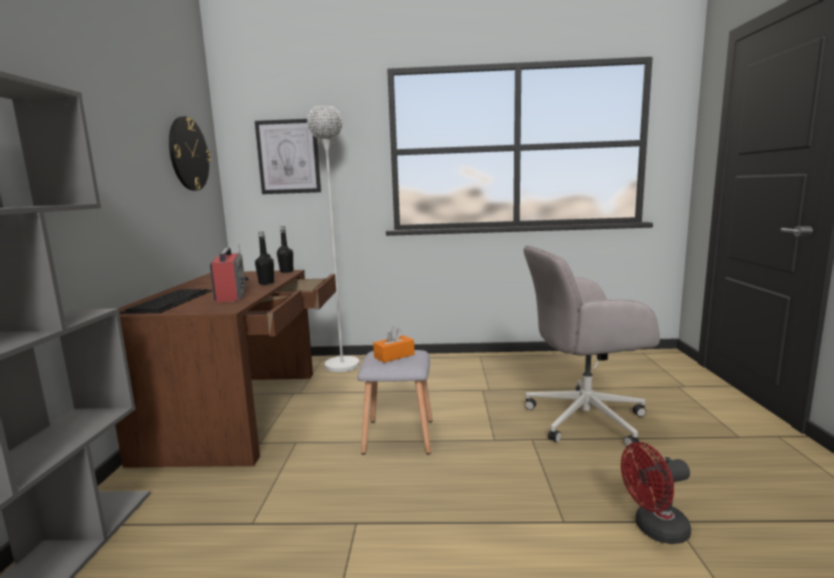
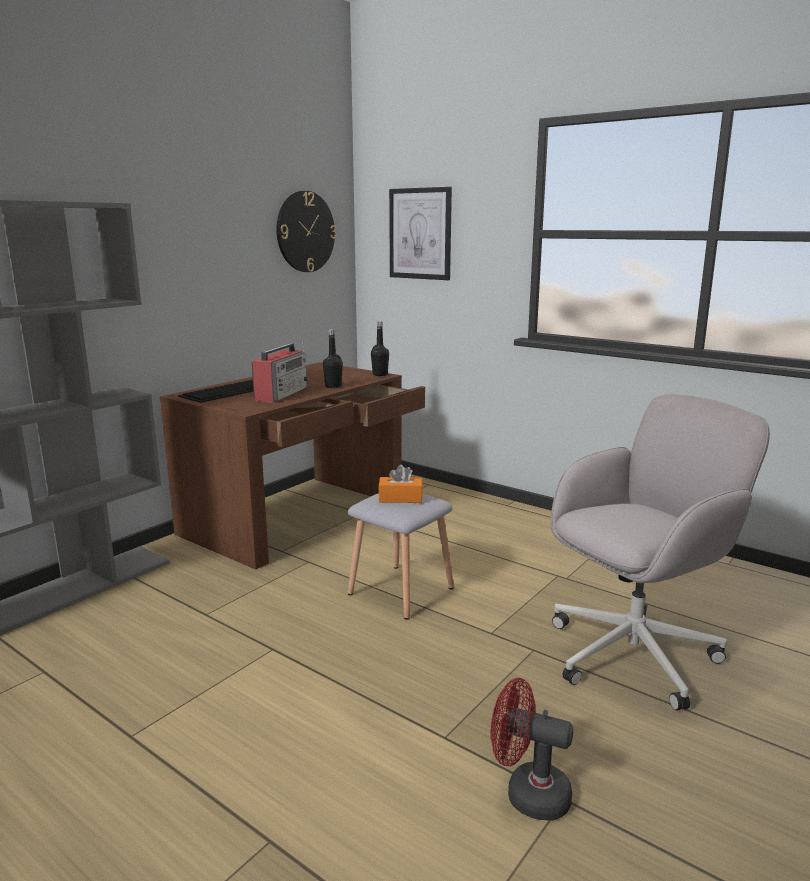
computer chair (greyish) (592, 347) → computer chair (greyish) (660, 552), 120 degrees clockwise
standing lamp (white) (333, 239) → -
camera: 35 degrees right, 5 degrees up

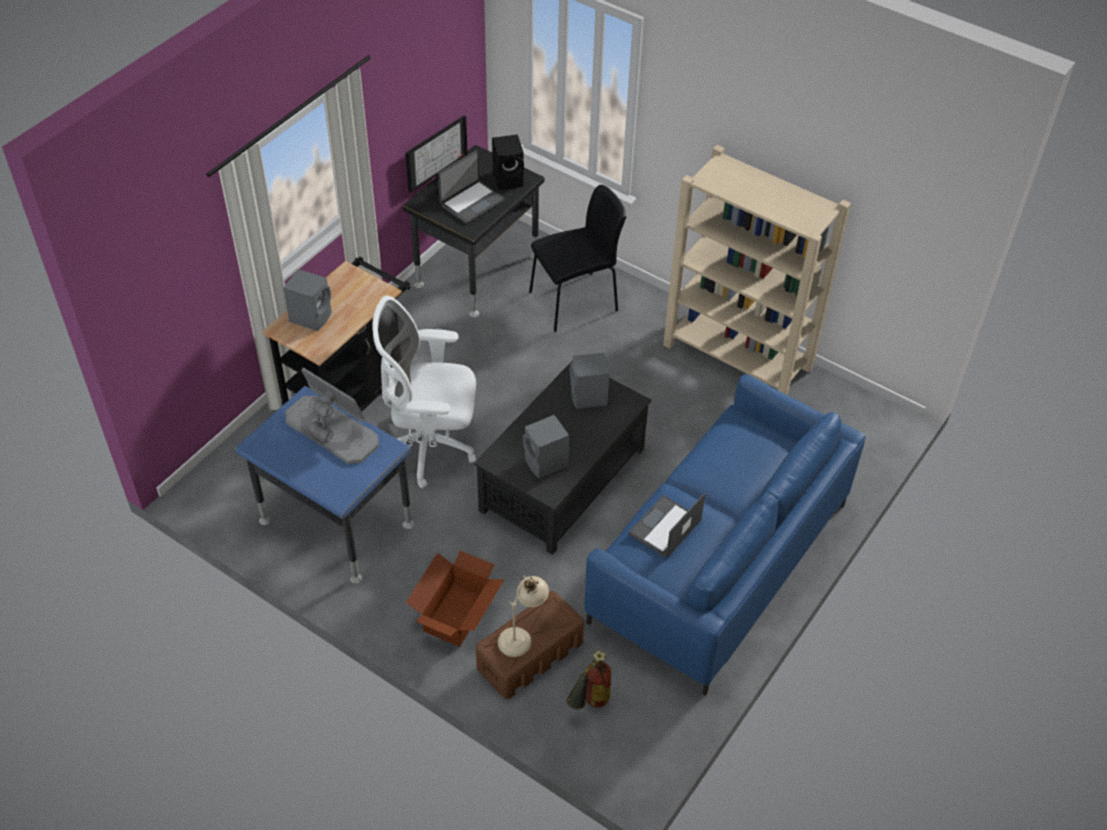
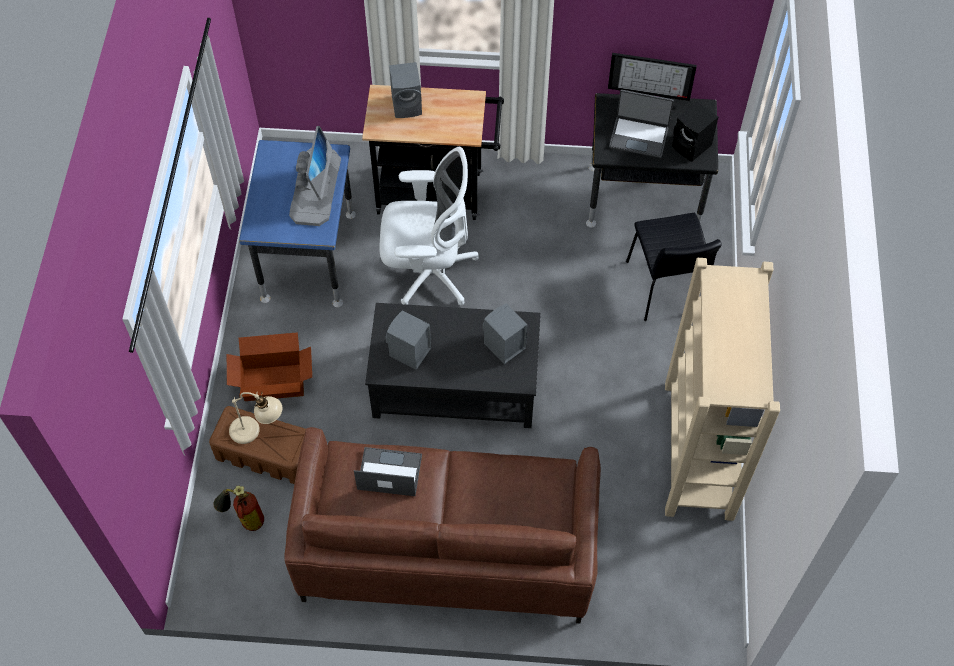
sofa (blue) (725, 535) → sofa (brown) (442, 525)
computer chair (white) (424, 391) → computer chair (white) (429, 226), 120 degrees clockwise
chair (black-coloured) (578, 258) → chair (black-coloured) (674, 267), 45 degrees clockwise
camera: 60 degrees right, 10 degrees up

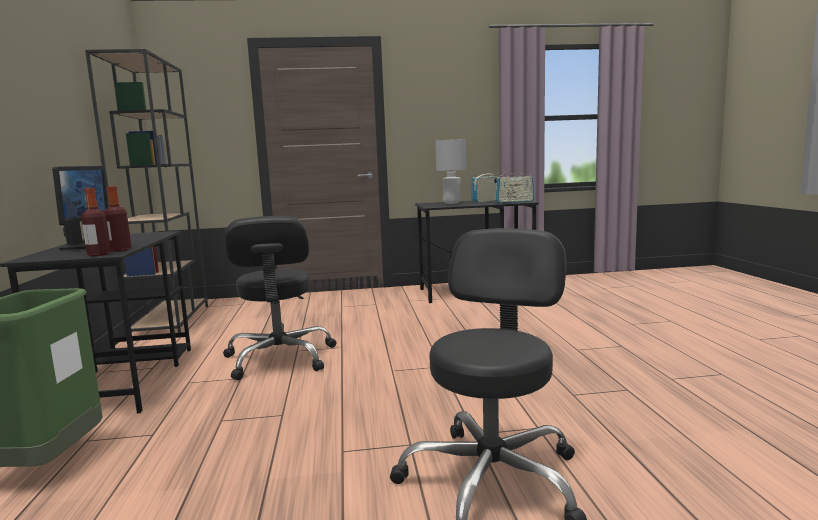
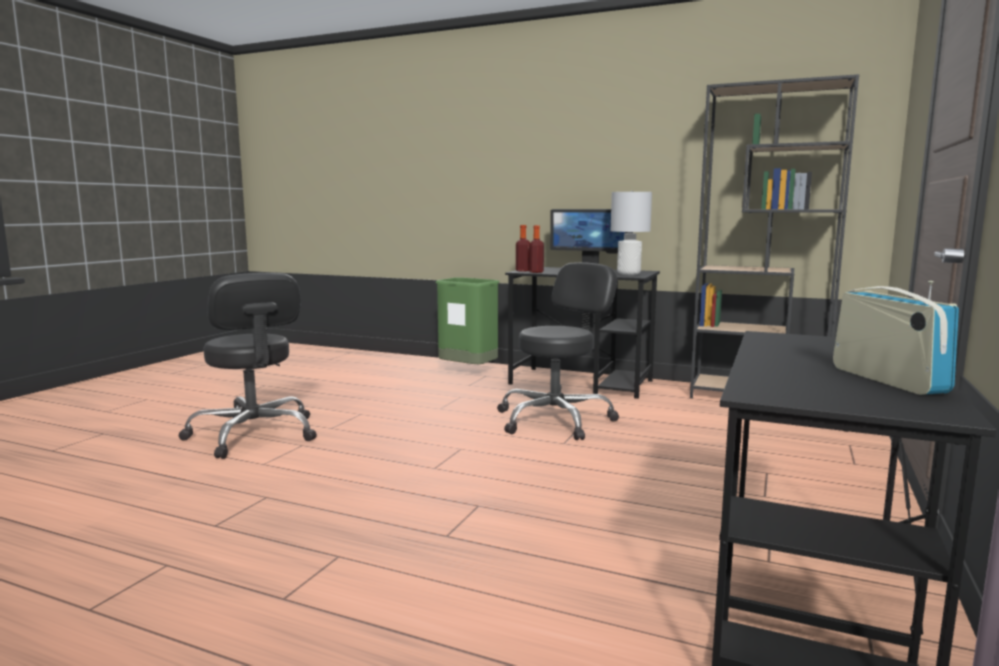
computer chair (black-coloured) (280, 298) → computer chair (black-coloured) (558, 351), 120 degrees clockwise
table lamp (greyish) (450, 171) → table lamp (greyish) (631, 233), moved
radio receiver (515, 188) → -
camera: 120 degrees right, 0 degrees up

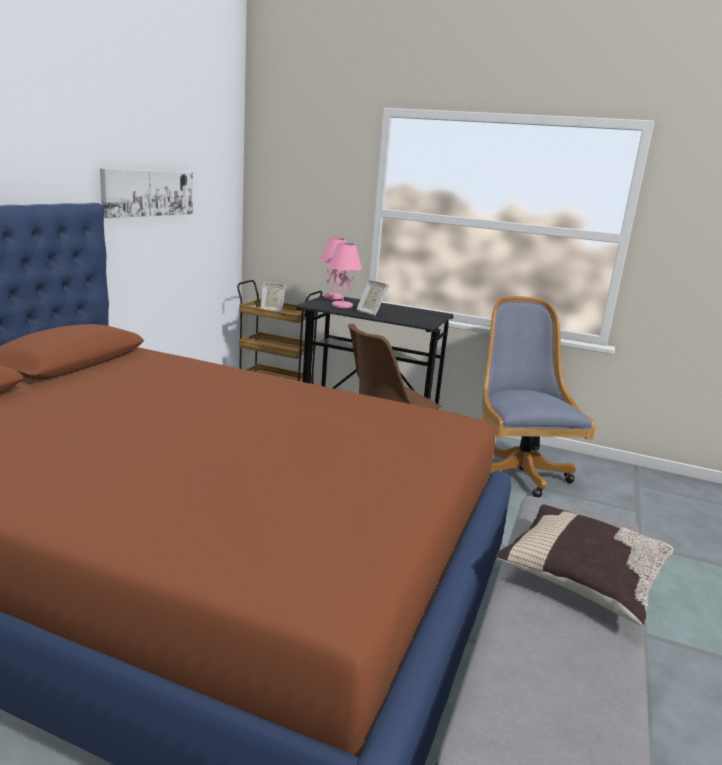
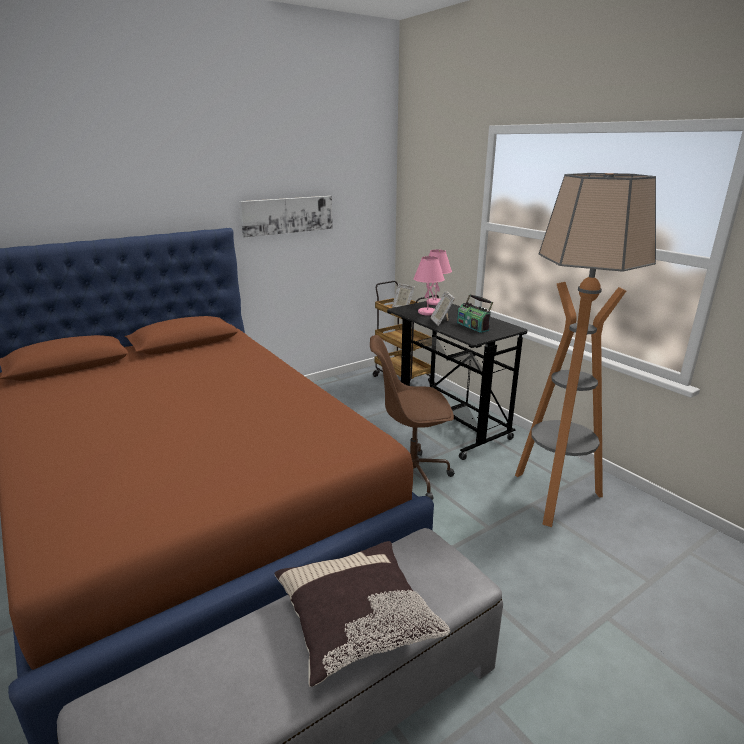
- → radio receiver (475, 313)
computer chair (blue) (538, 397) → standing lamp (585, 350)
camera: 35 degrees right, 5 degrees up

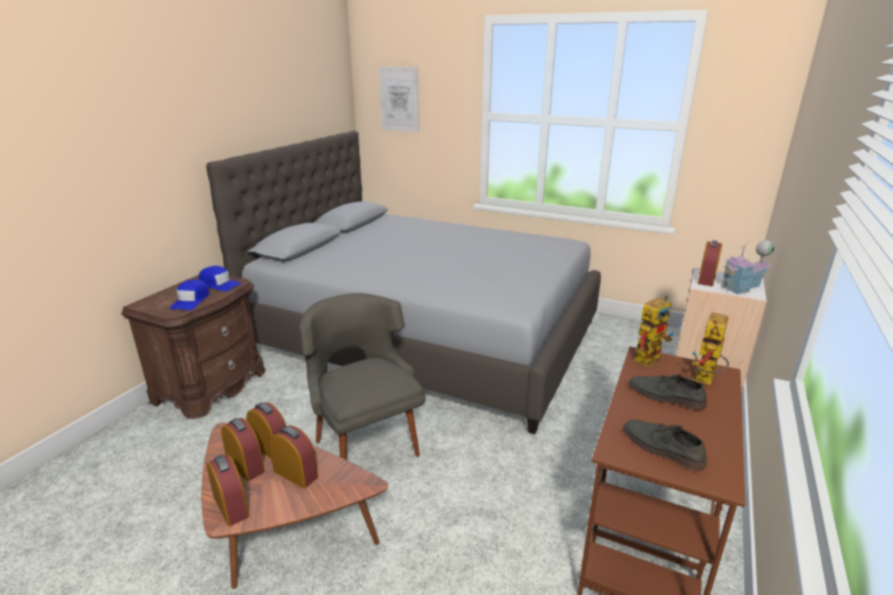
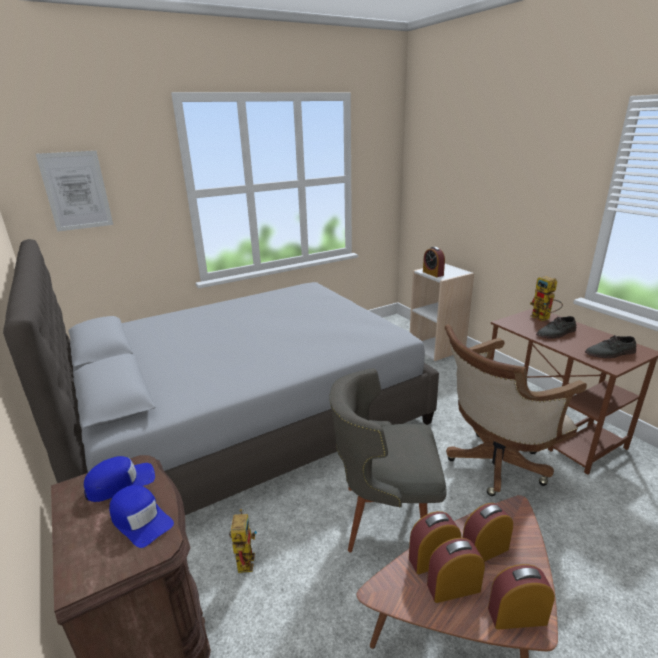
robot figure (654, 331) → robot figure (243, 541), moved
- → computer chair (516, 410)
model house (747, 267) → -
camera: 55 degrees left, 0 degrees up

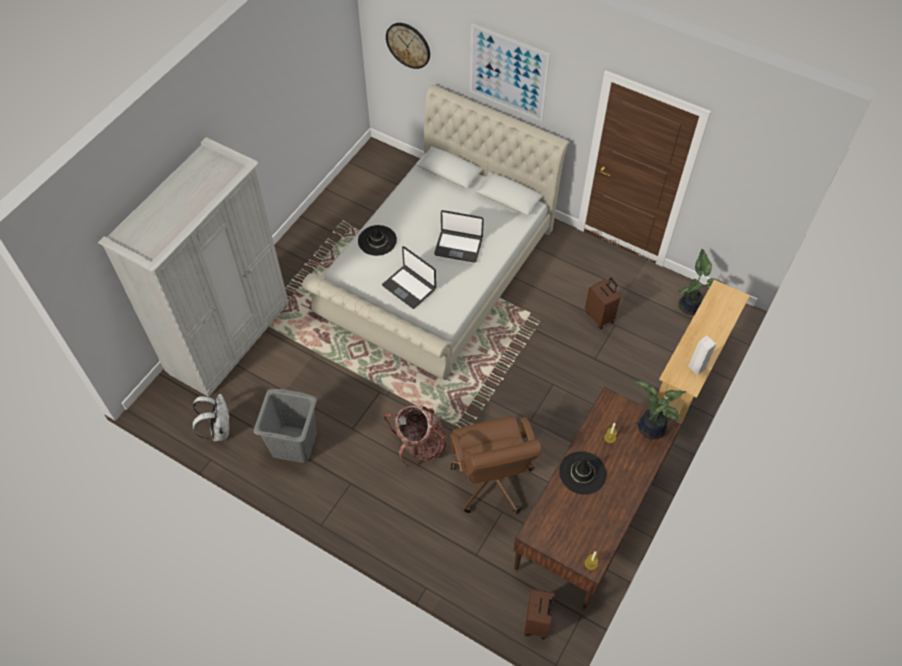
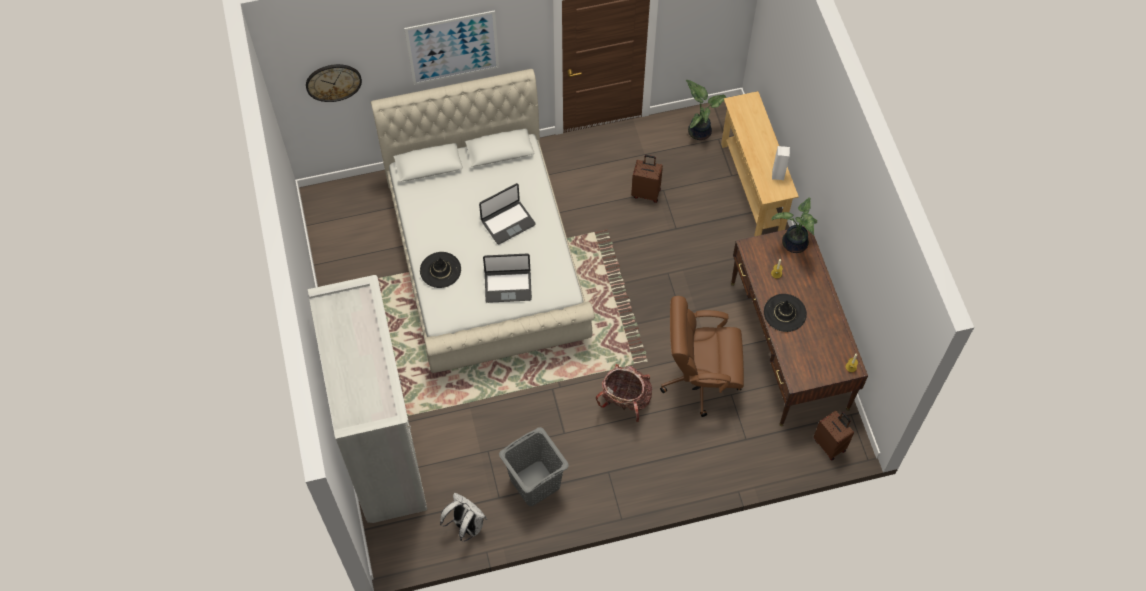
computer chair (brown) (495, 465) → computer chair (brown) (702, 356), 150 degrees clockwise
camera: 45 degrees left, 5 degrees up

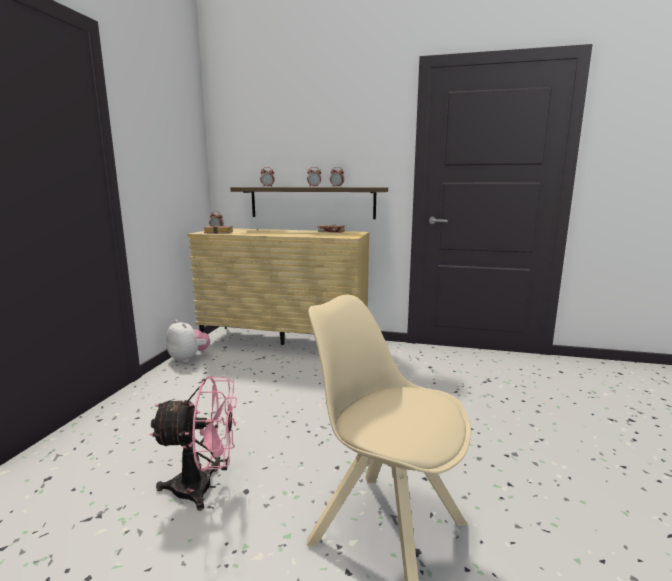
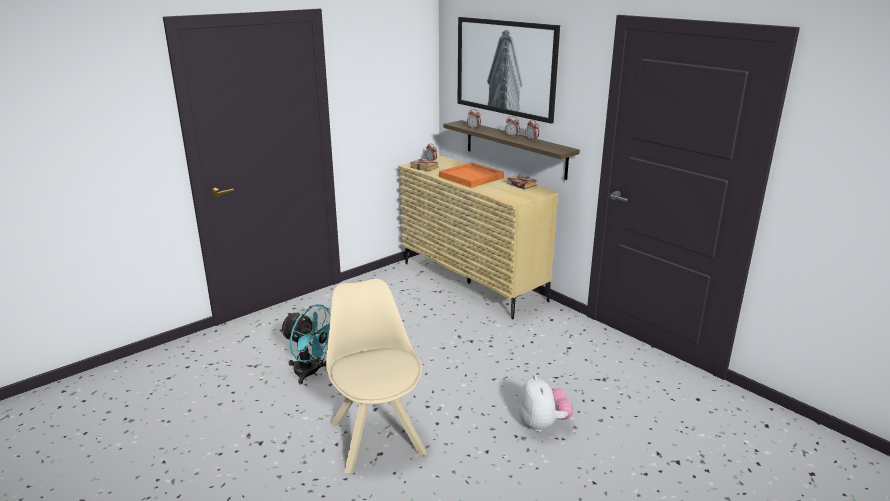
fan (pink) (193, 443) → fan (turquoise-coloured) (305, 344)
- → carrying tray (orange-coloured) (471, 175)
- → picture (509, 70)
plush toy (188, 341) → plush toy (546, 403), moved
camera: 35 degrees right, 10 degrees up

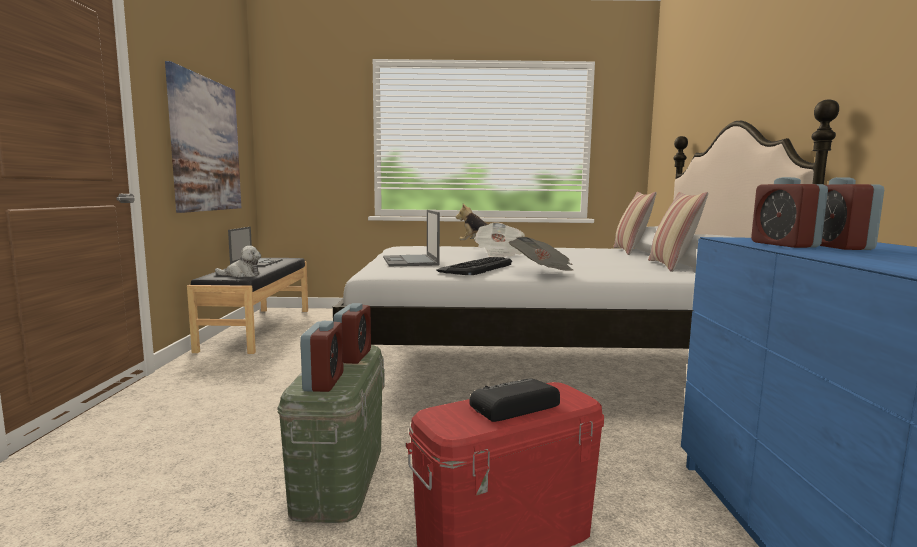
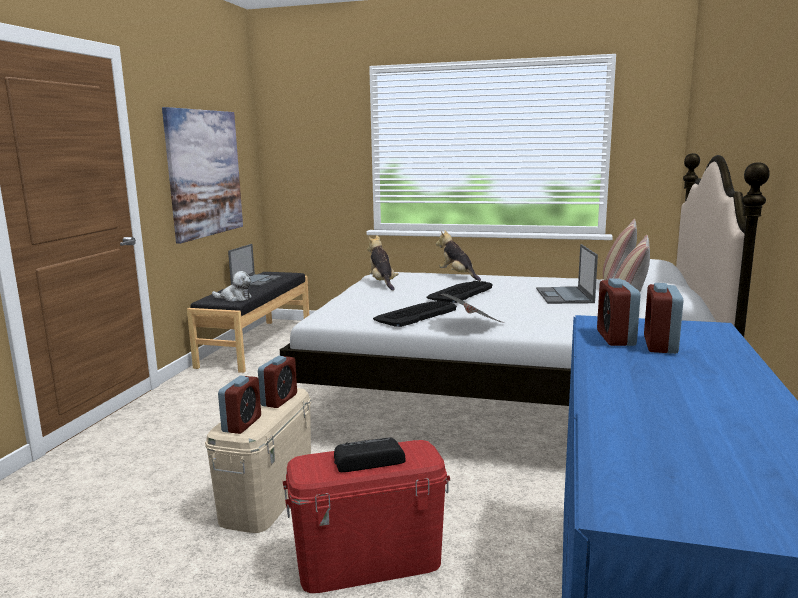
storage container (greenish) (331, 434) → storage container (beige-coloured) (258, 460)
- → plush toy (383, 263)
newspaper (499, 239) → computer keyboard (460, 292)
portable computer (411, 238) → portable computer (567, 274), moved
camera: 15 degrees right, 5 degrees up

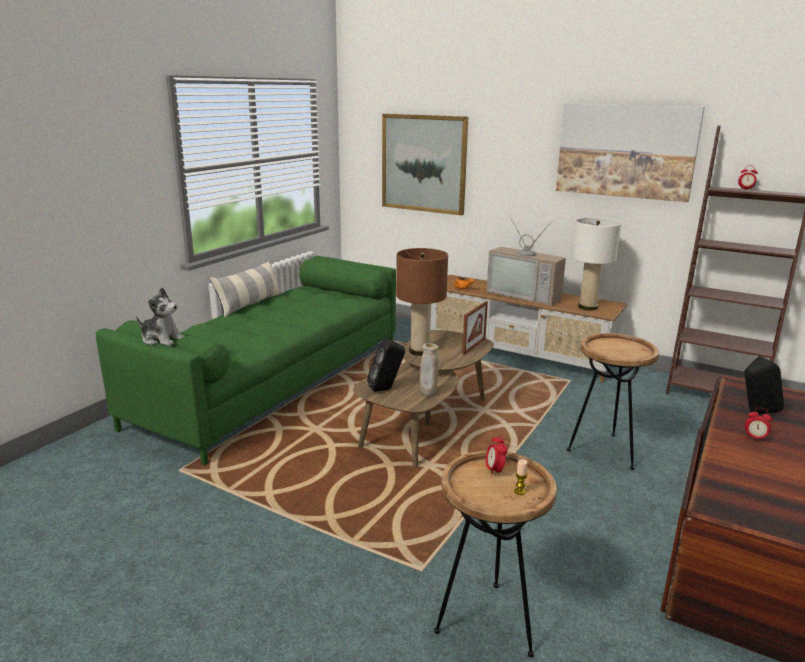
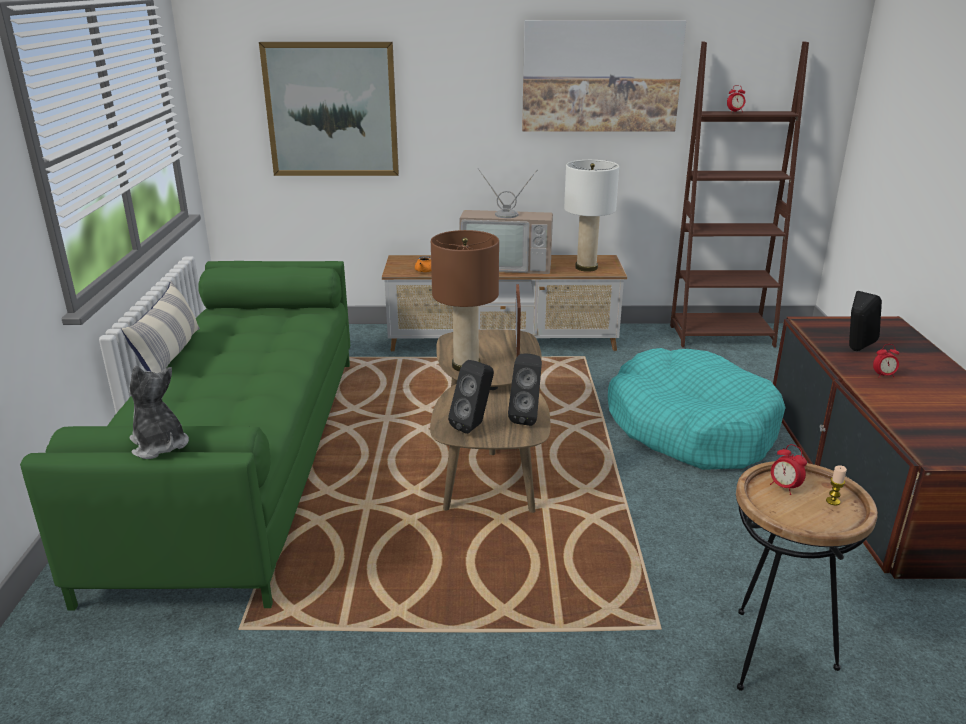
plush toy (160, 317) → plush toy (159, 412), 120 degrees counterclockwise
flower vase (beige-coloured) (429, 369) → loudspeaker (black-coloured) (525, 390)
end table (brown) (613, 401) → dog bed (turquoise-coloured) (696, 409)
camera: 30 degrees left, 5 degrees up

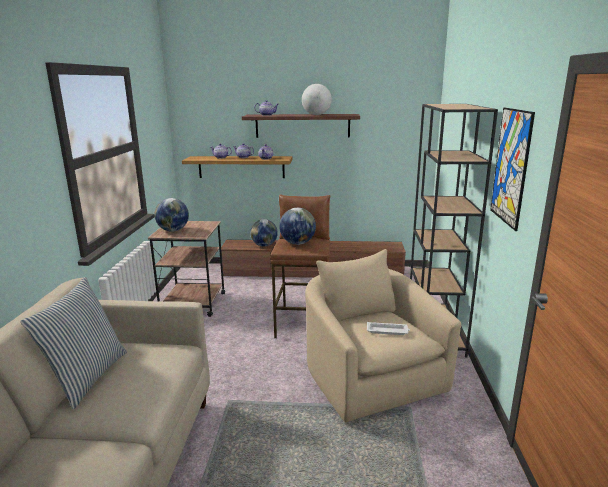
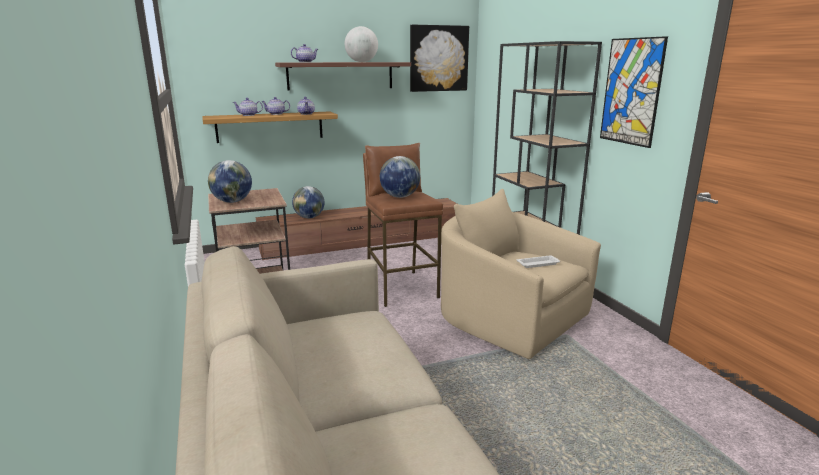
- → picture (439, 58)
cushion (73, 343) → -
camera: 25 degrees left, 0 degrees up

